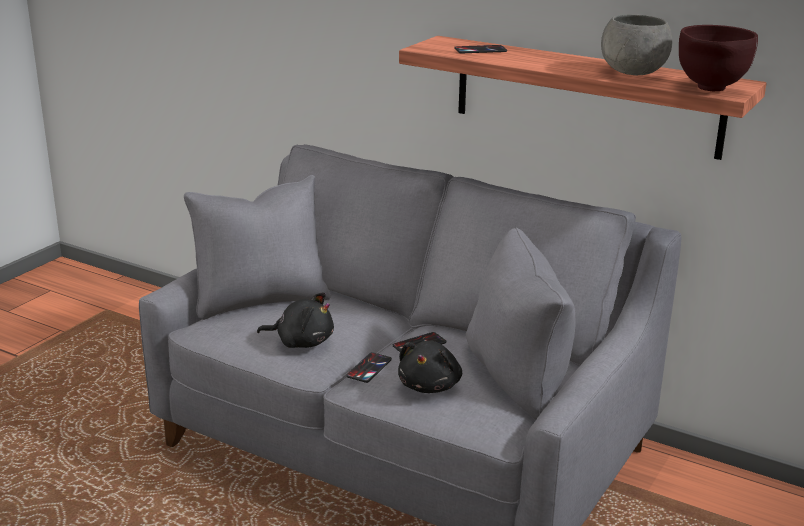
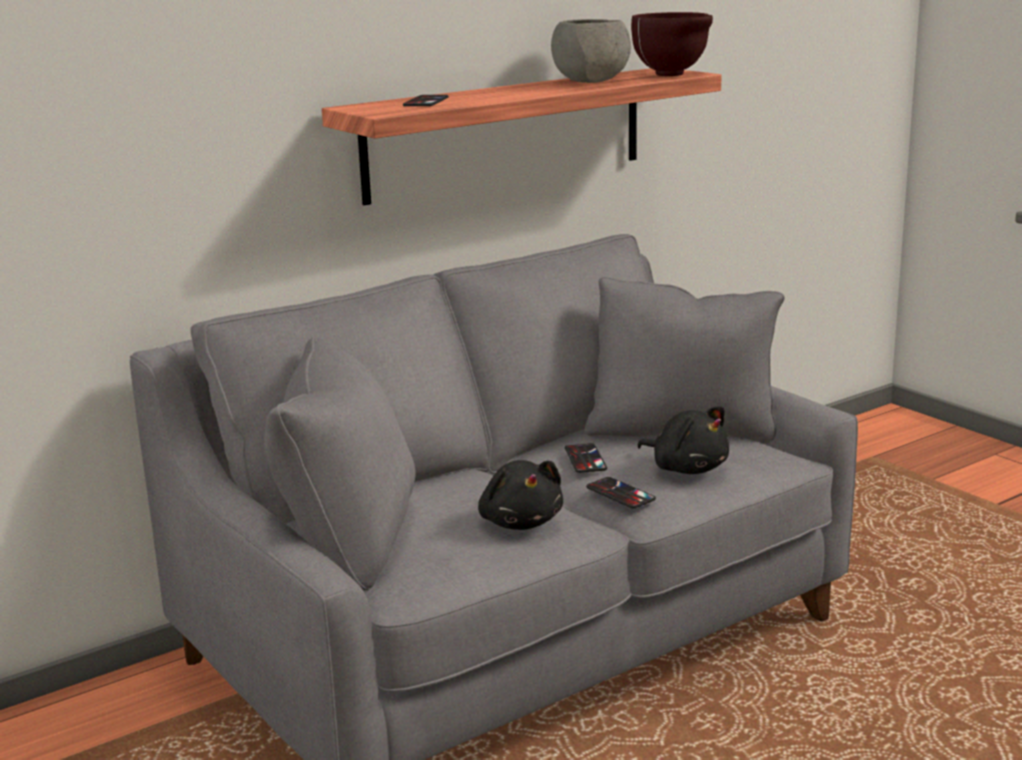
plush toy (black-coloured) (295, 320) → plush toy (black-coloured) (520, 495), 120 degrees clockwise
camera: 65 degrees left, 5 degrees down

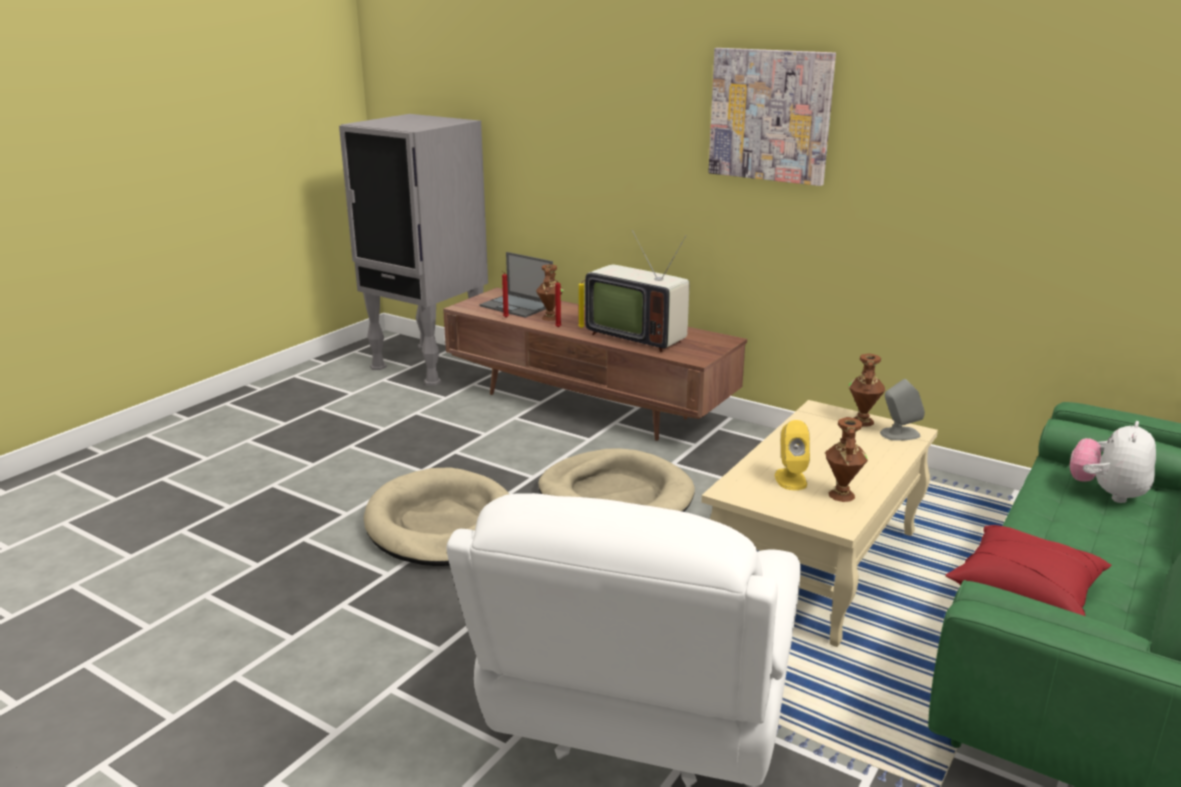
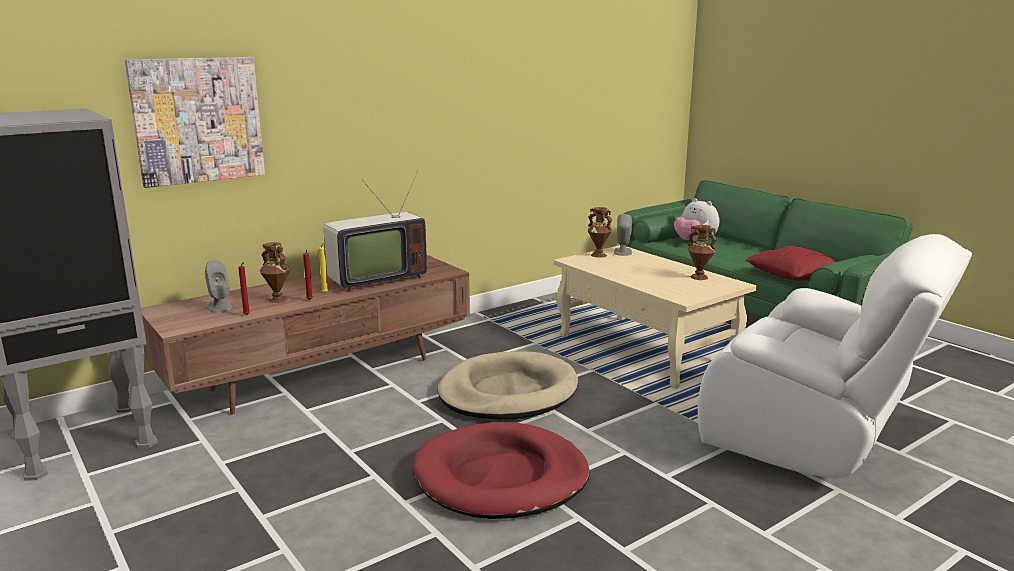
picture (772, 117) → picture (195, 122), moved
portable computer (516, 285) → loudspeaker (greyish) (218, 286)
dog bed (beige-coloured) (436, 516) → dog bed (red-coloured) (501, 470)
loudspeaker (yellow) (792, 455) → -
camera: 70 degrees left, 5 degrees down

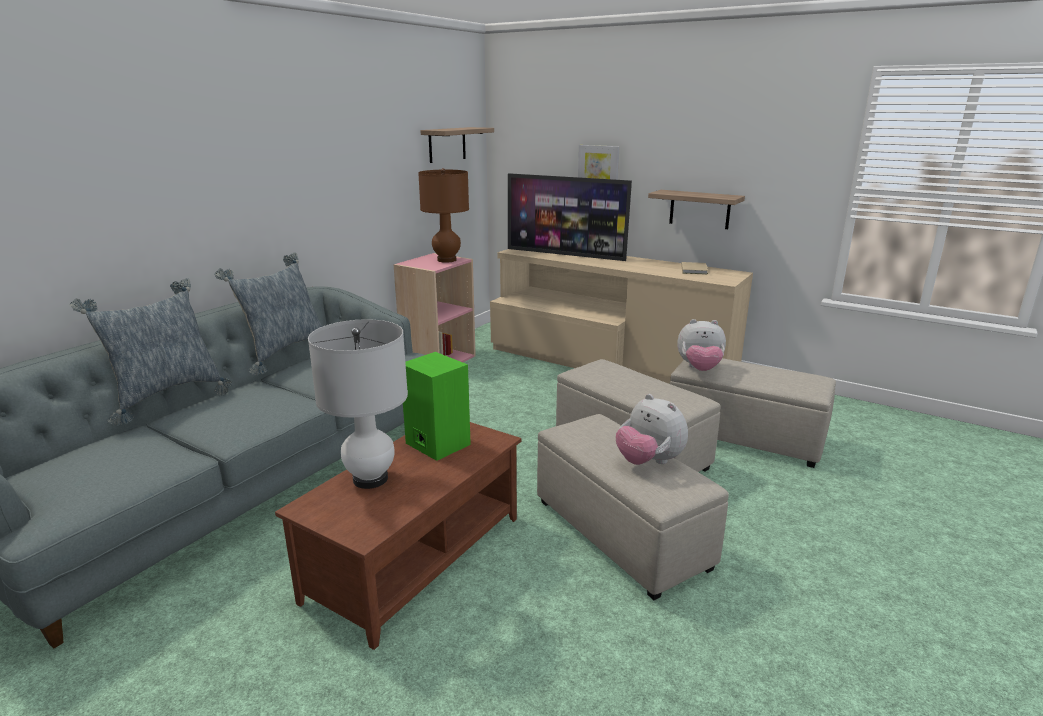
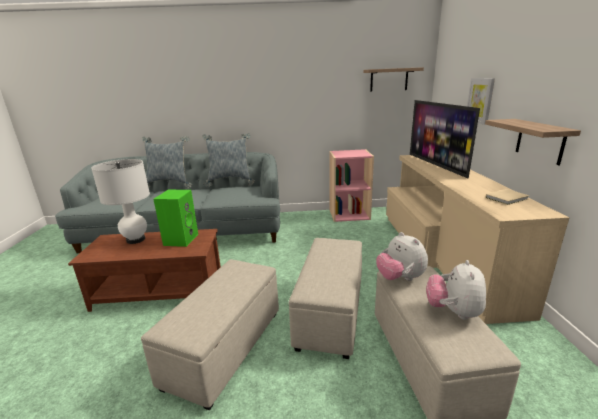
plush toy (652, 429) → plush toy (456, 290), moved
table lamp (brown) (443, 215) → -
camera: 55 degrees right, 0 degrees up

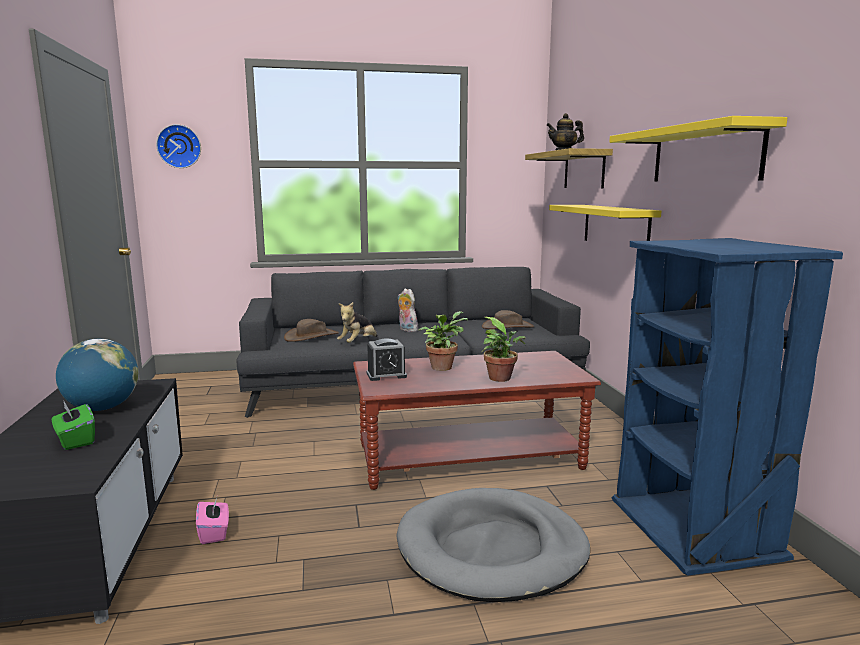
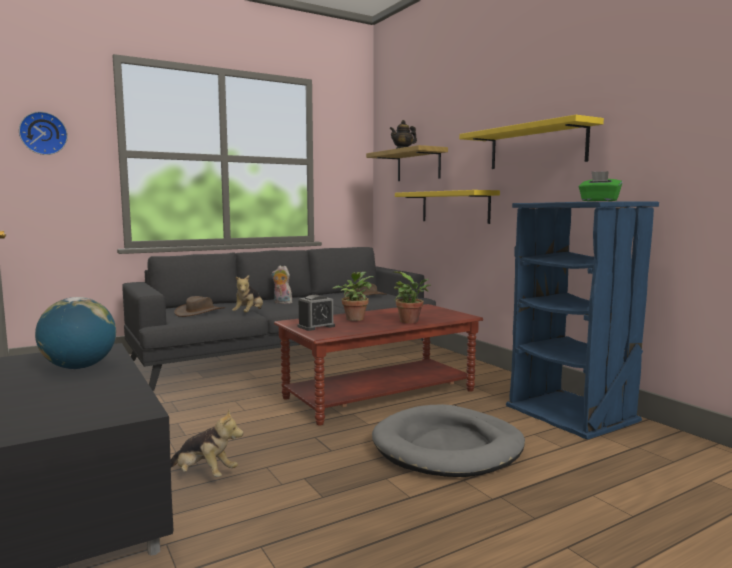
tissue box (pink) (212, 520) → plush toy (207, 443)
tissue box (greenish) (73, 426) → tissue box (greenish) (600, 186), moved
camera: 20 degrees left, 5 degrees down

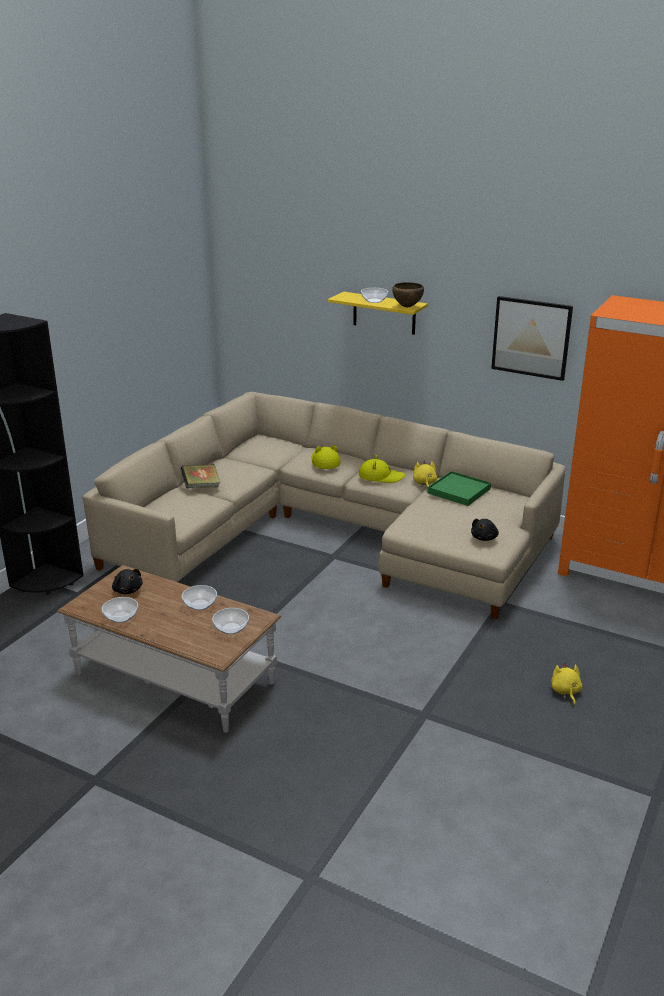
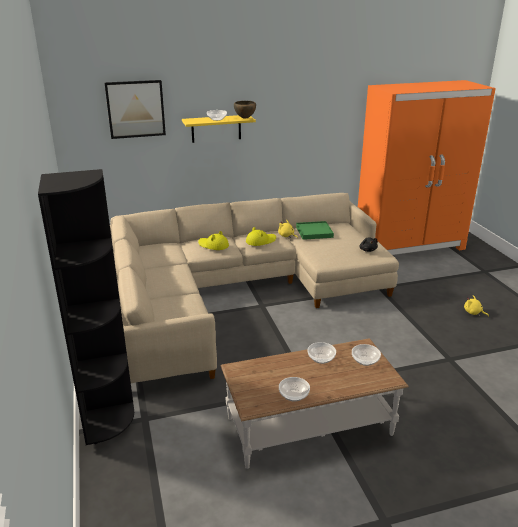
picture (532, 338) → picture (135, 109), moved
plush toy (black-coloured) (127, 581) → -
bound book (201, 476) → -
camera: 45 degrees left, 0 degrees up

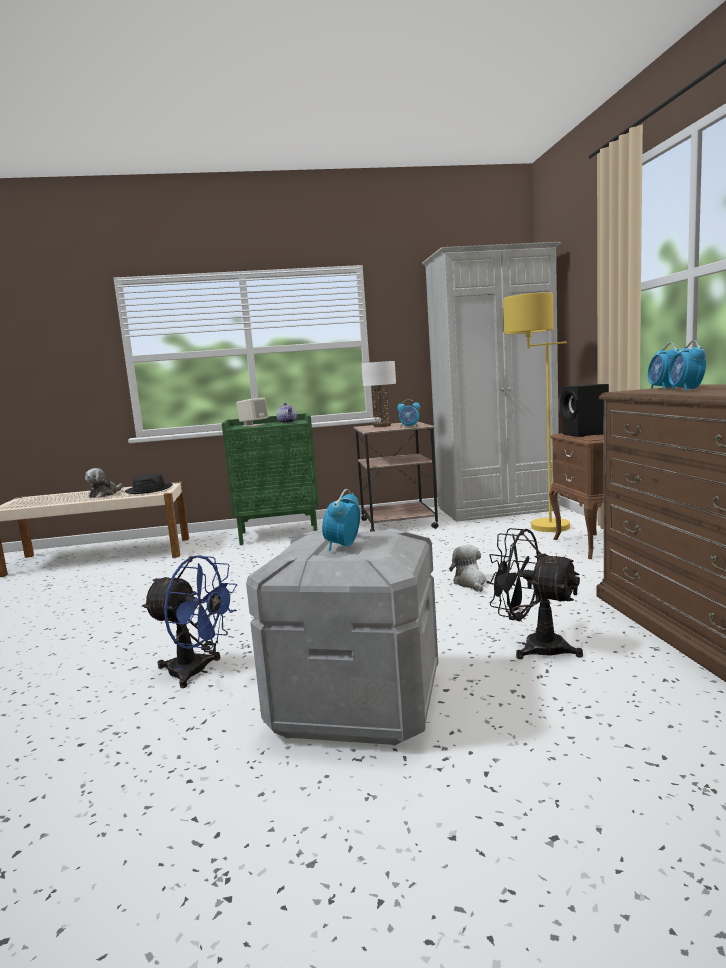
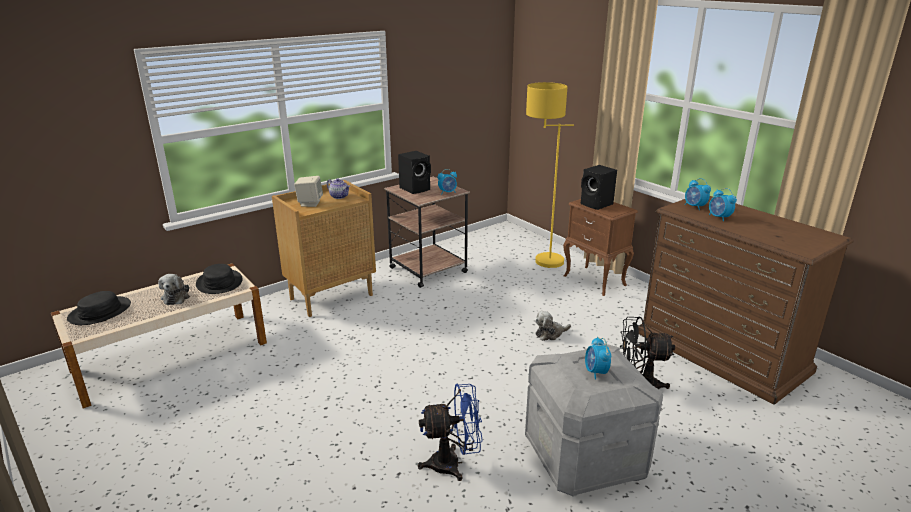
- → wearable hat (black-coloured) (99, 308)
cupboard (greenish) (270, 479) → cupboard (brown) (324, 248)
table lamp (378, 394) → loudspeaker (black-coloured) (414, 172)
plush toy (467, 568) → plush toy (553, 326), 75 degrees counterclockwise
clothes cupboard (white) (491, 381) → -
camera: 30 degrees left, 15 degrees up

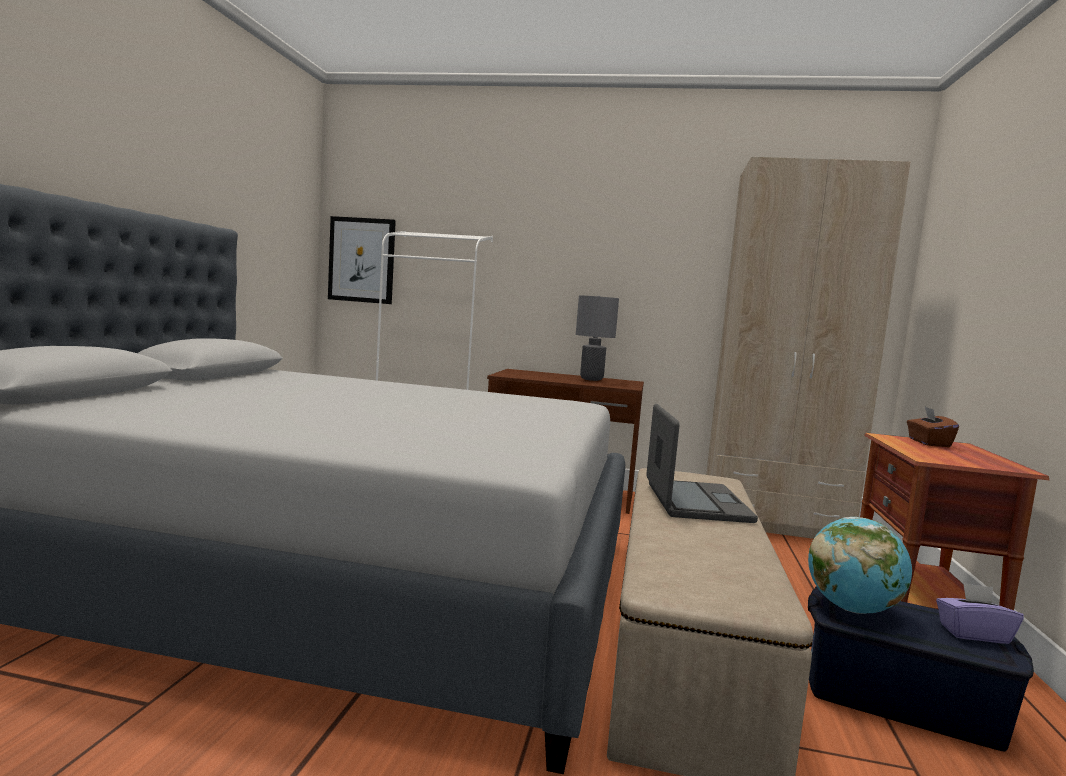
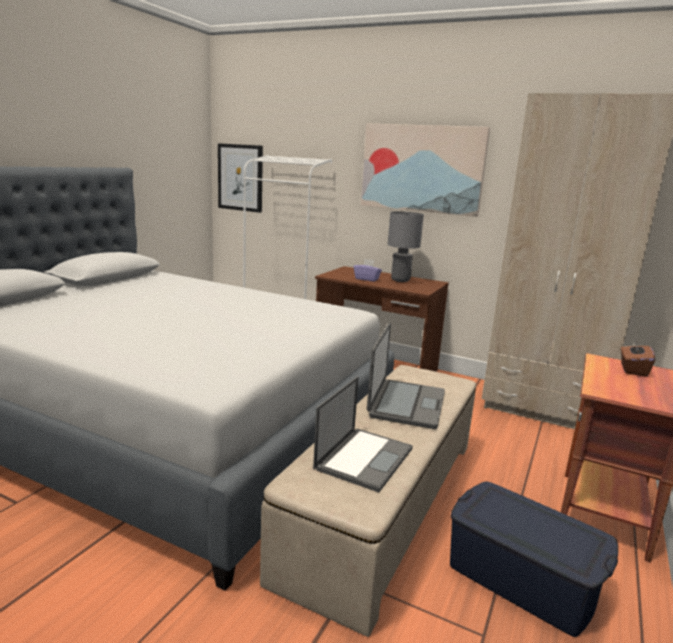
- → portable computer (363, 434)
tissue box (purple-coloured) (980, 613) → tissue box (purple-coloured) (368, 270), moved
- → picture (425, 170)
globe (860, 565) → -
camera: 15 degrees right, 10 degrees up

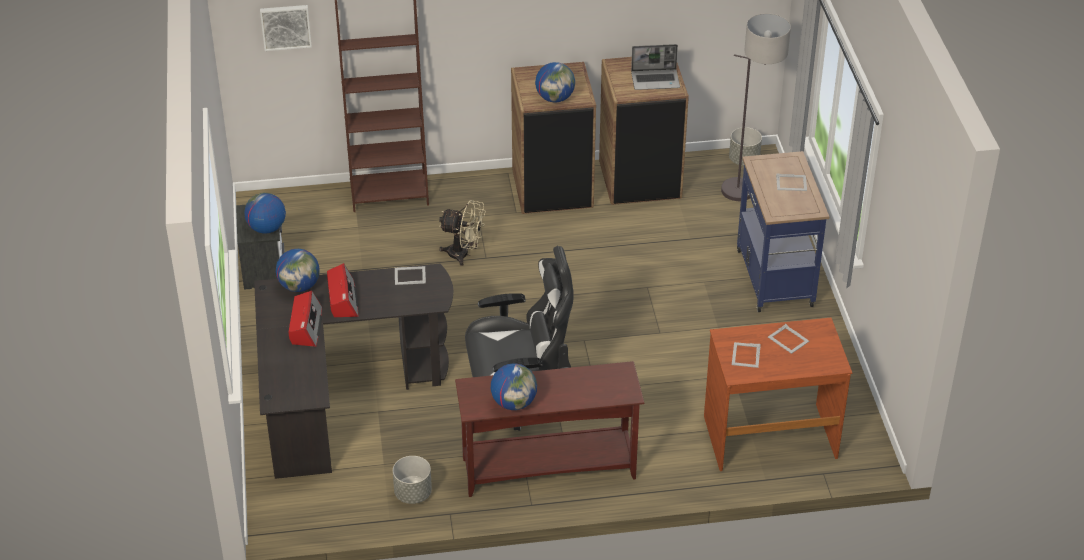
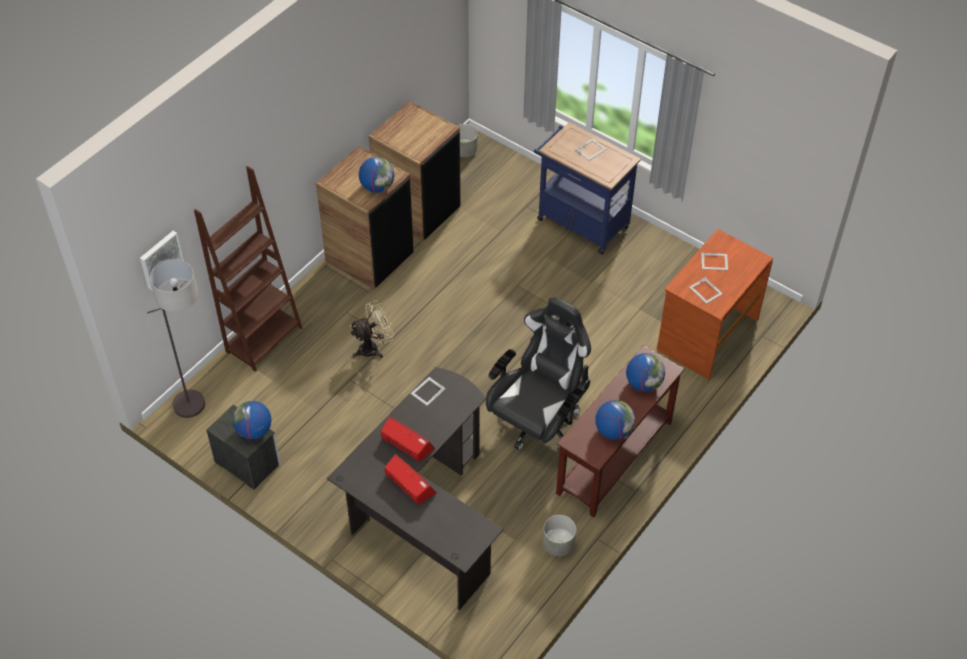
standing lamp (greyish) (756, 107) → standing lamp (greyish) (176, 338), moved
globe (298, 270) → globe (645, 372), moved
portable computer (655, 67) → -
camera: 45 degrees left, 10 degrees up

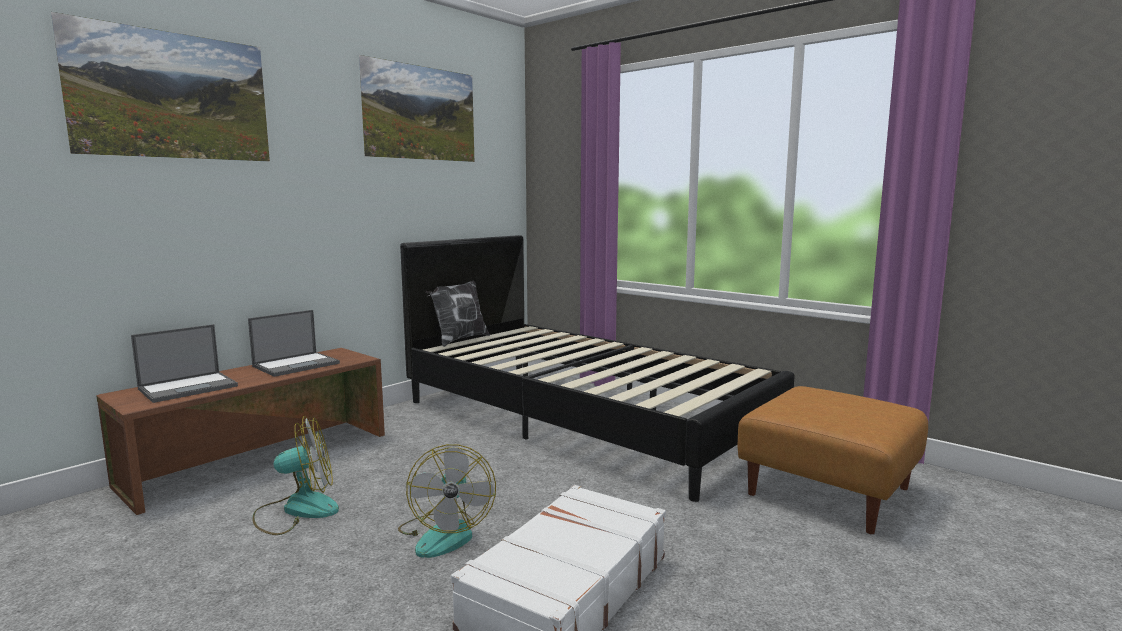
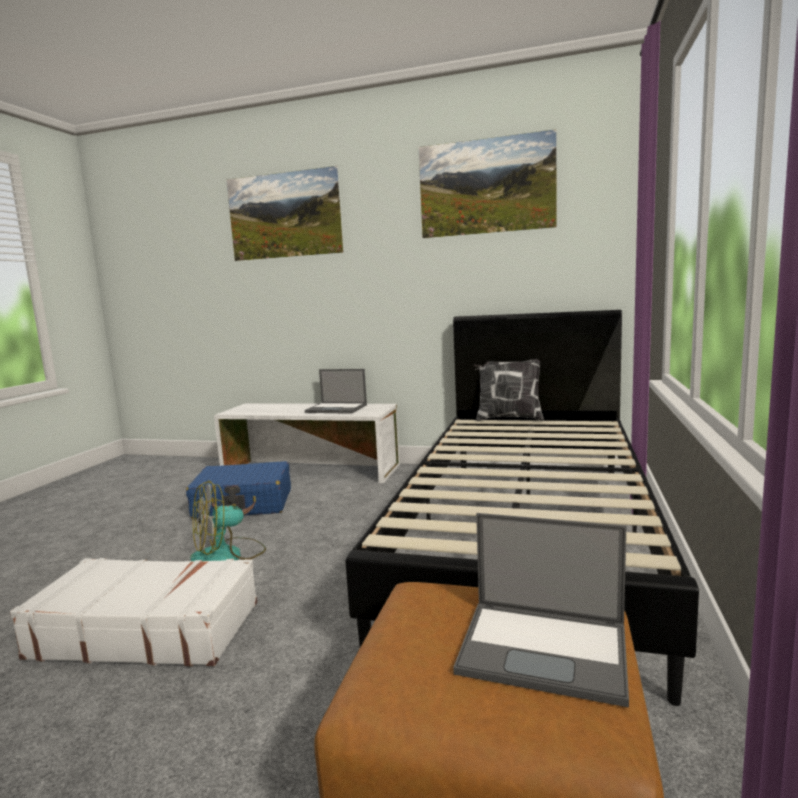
fan (295, 475) → suitcase (blue) (238, 489)
long seat (brown) (241, 431) → long seat (white) (307, 443)
portable computer (184, 363) → portable computer (541, 610), moved
camera: 65 degrees right, 0 degrees up

